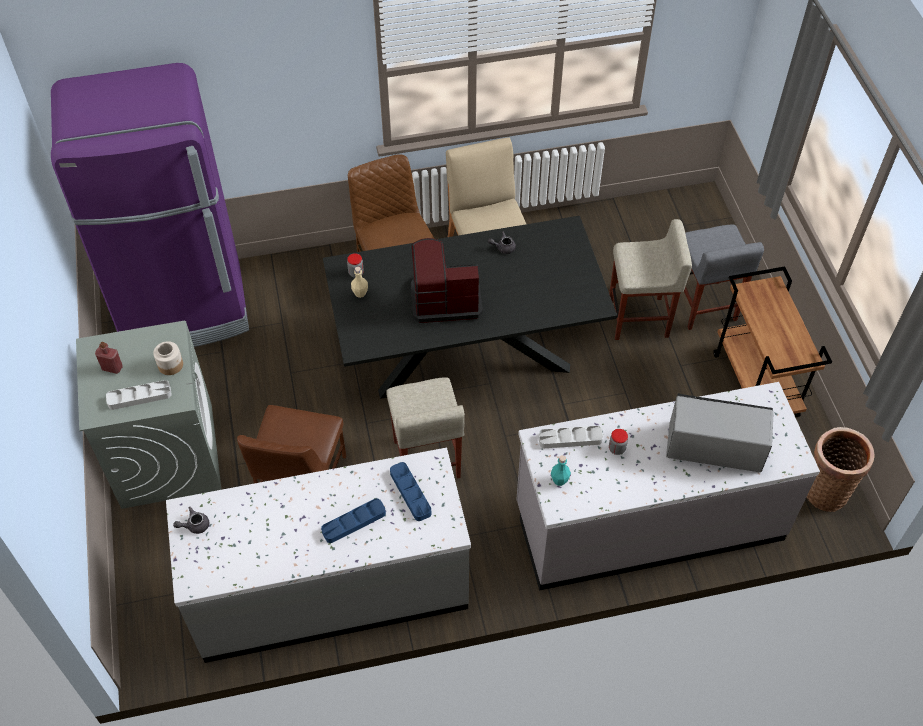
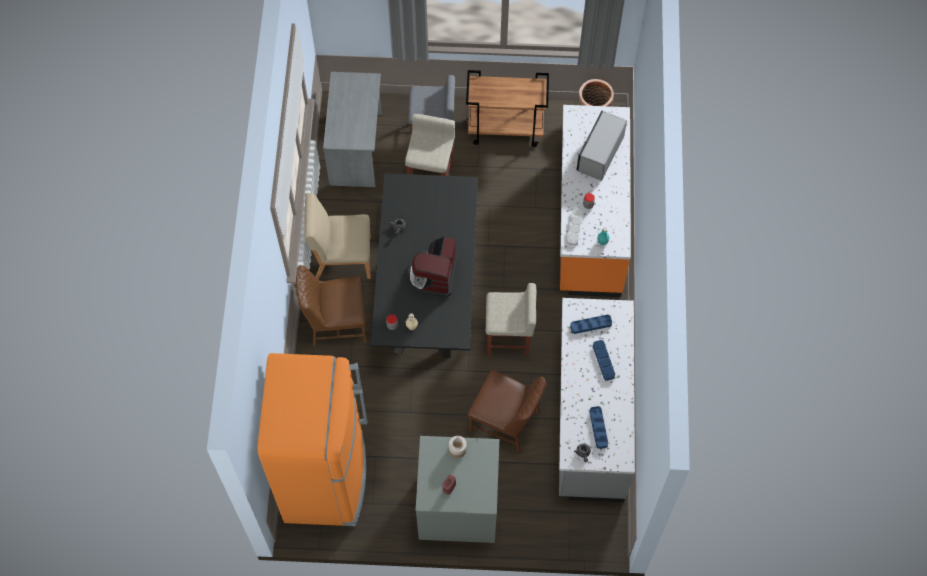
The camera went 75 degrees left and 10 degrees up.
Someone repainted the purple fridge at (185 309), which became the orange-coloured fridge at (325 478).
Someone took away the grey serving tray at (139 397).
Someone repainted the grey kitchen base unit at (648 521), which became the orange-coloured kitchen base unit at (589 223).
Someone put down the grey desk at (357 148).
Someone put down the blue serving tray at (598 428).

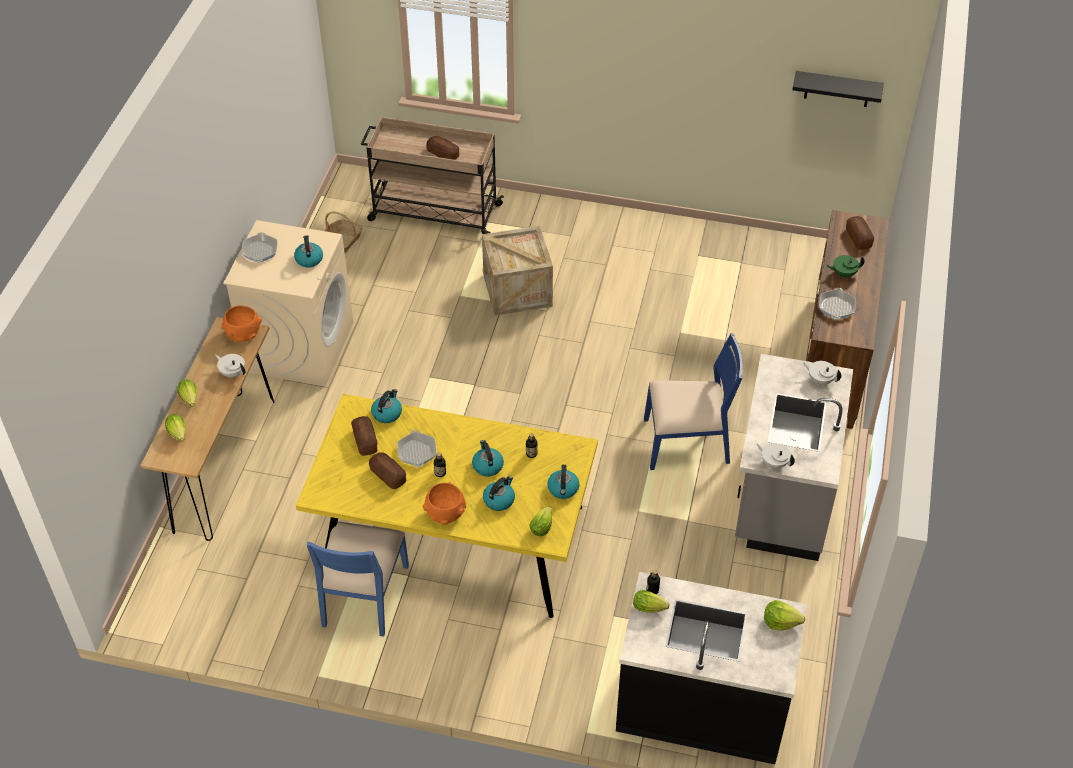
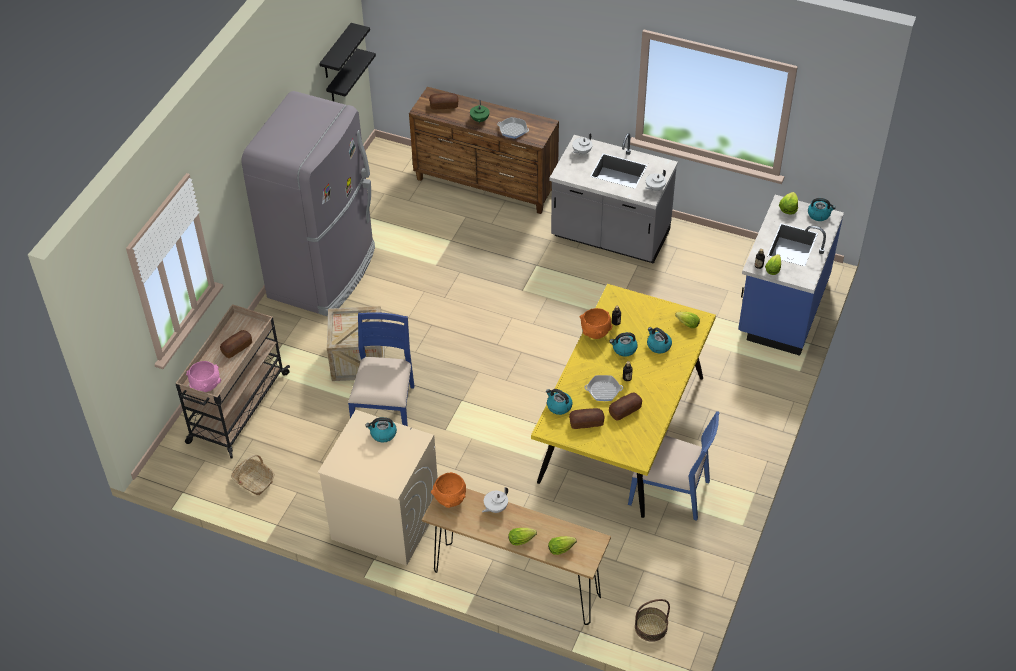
The camera went 80 degrees left and 0 degrees up.
Someone took away the skillet at (260 251).
Someone carried the orange-coloured serving bowl from (445 514) to (595 332).
Someone carried the kettle from (563 489) to (819 214).
Someone repainted the blackish kitchen base unit at (702 705), which became the blue kitchen base unit at (781 307).
Someone carried the blue chair from (687 442) to (385 409).
Someone put down the pinkish serving bowl at (206 385).
Someone put down the grey fridge at (324 272).
Someone put up the blackish wall shelf at (342 78).
Someone put down the household basket at (651 627).

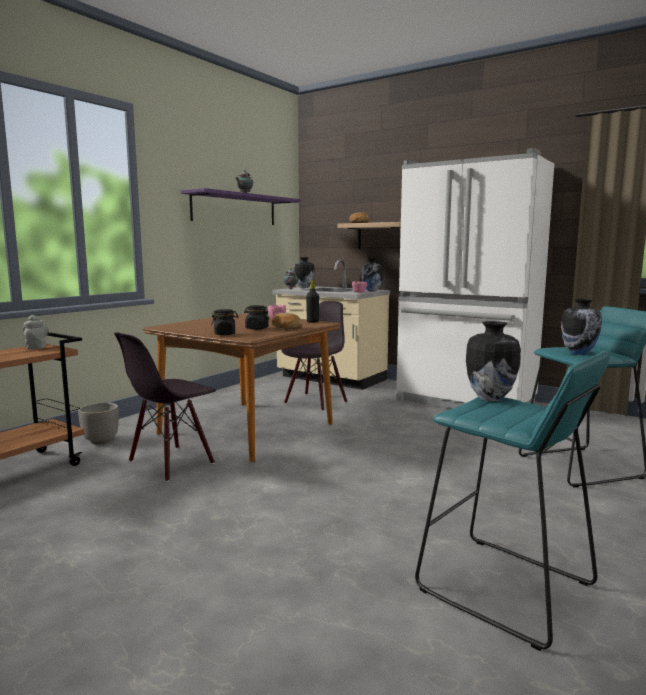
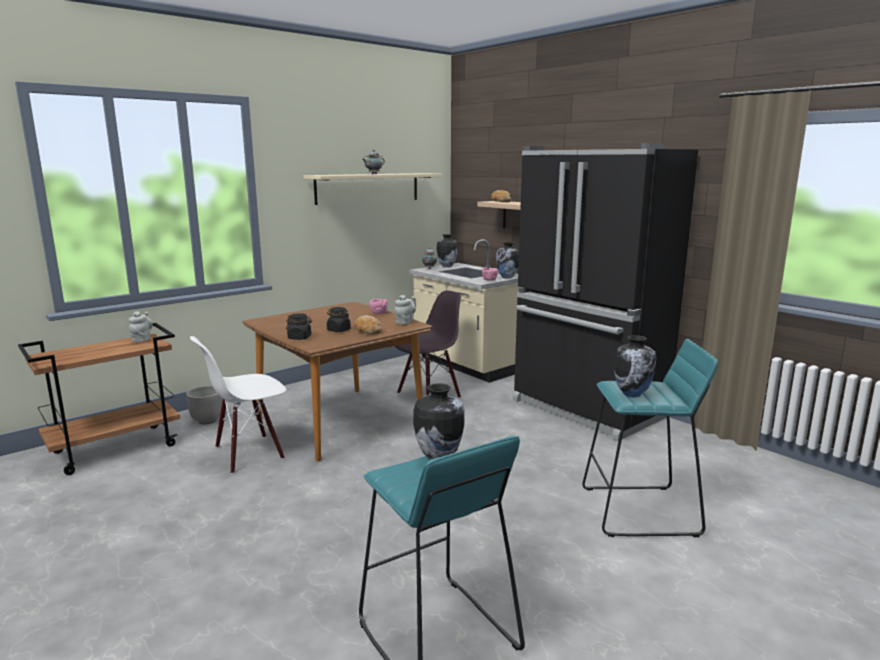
The camera went 15 degrees right and 5 degrees up.
Someone repainted the blackish chair at (171 463), which became the white chair at (248 453).
Someone repainted the purple wall shelf at (235 209), which became the beige-coloured wall shelf at (368 188).
Someone swapped the blackish beverage bottle at (312 322) for the grey pot for tea at (405 322).
Someone repainted the white fridge at (465 402), which became the blackish fridge at (586 410).

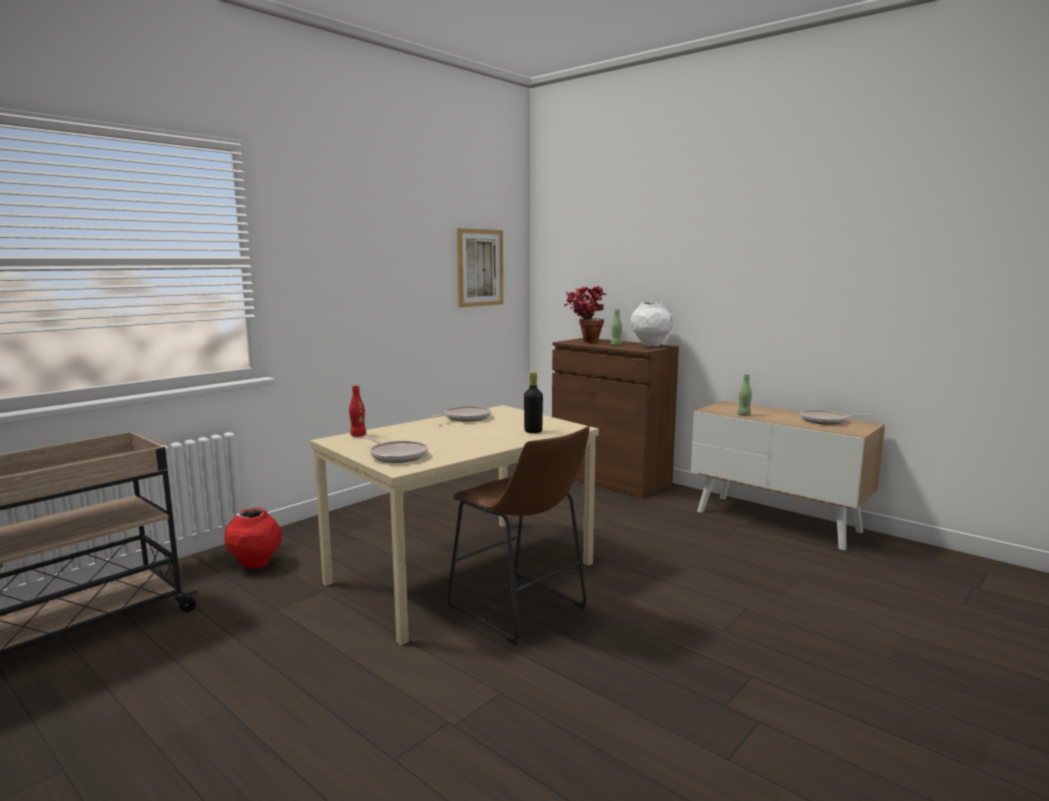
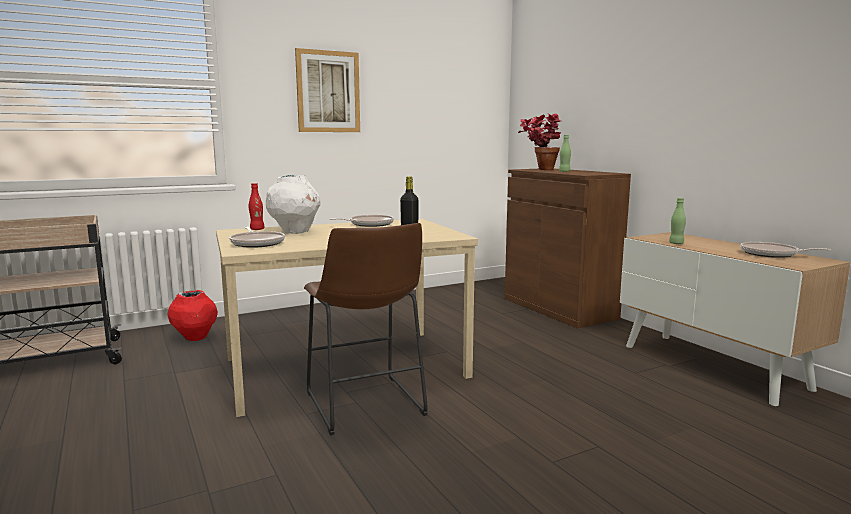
The camera went 20 degrees right and 0 degrees up.
Someone carried the picture from (480 268) to (328 92).
Someone carried the white flower vase from (650 346) to (295 232).

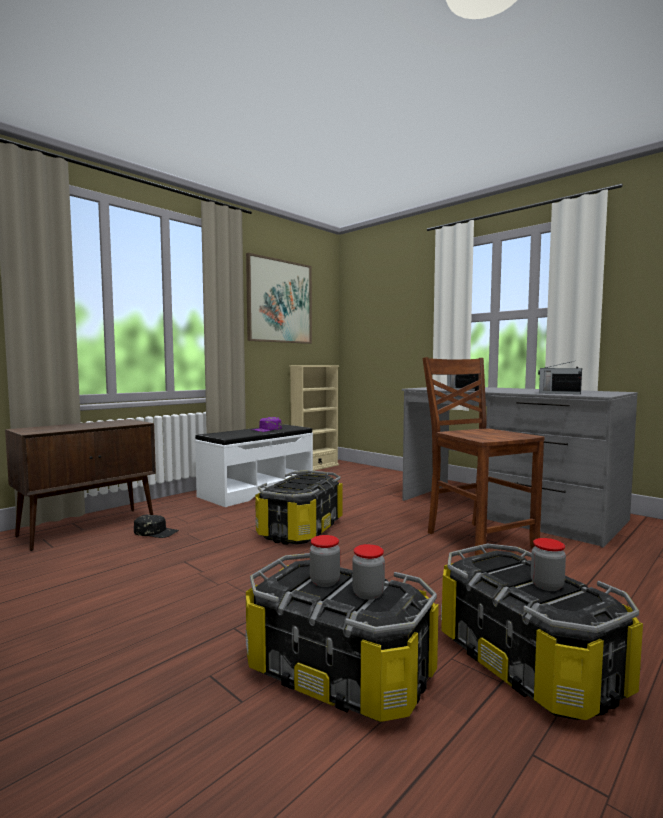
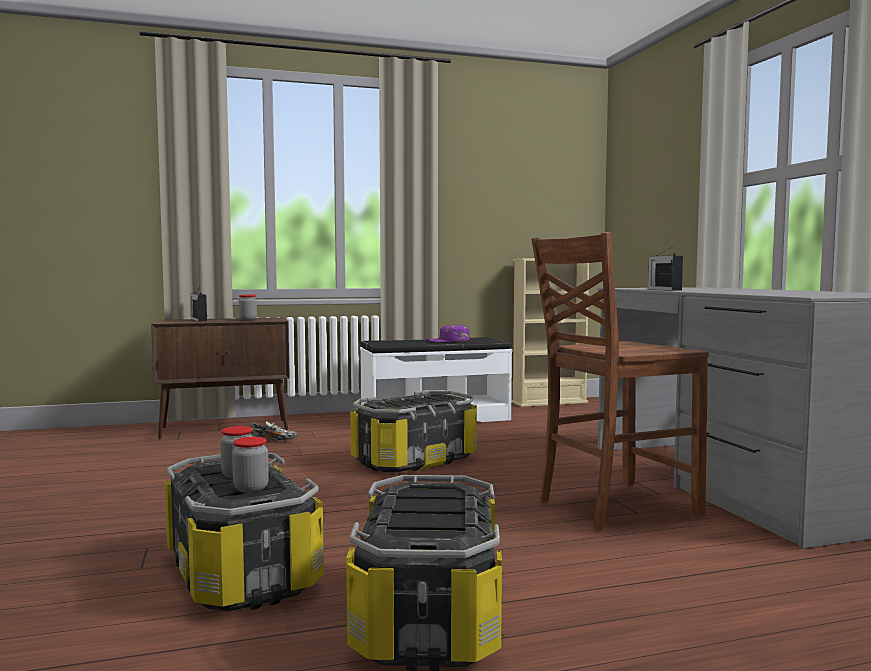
The camera went 30 degrees right and 0 degrees up.
Someone swapped the blackish peaked cap at (156 532) for the shoe at (273 441).
Someone took away the picture at (279 301).
Someone rotated the brownish chair at (477 540) by 120 degrees counterclockwise.
Someone carried the preserve jar from (547 585) to (248 320).
Someone carried the radio set from (558 393) to (198 320).

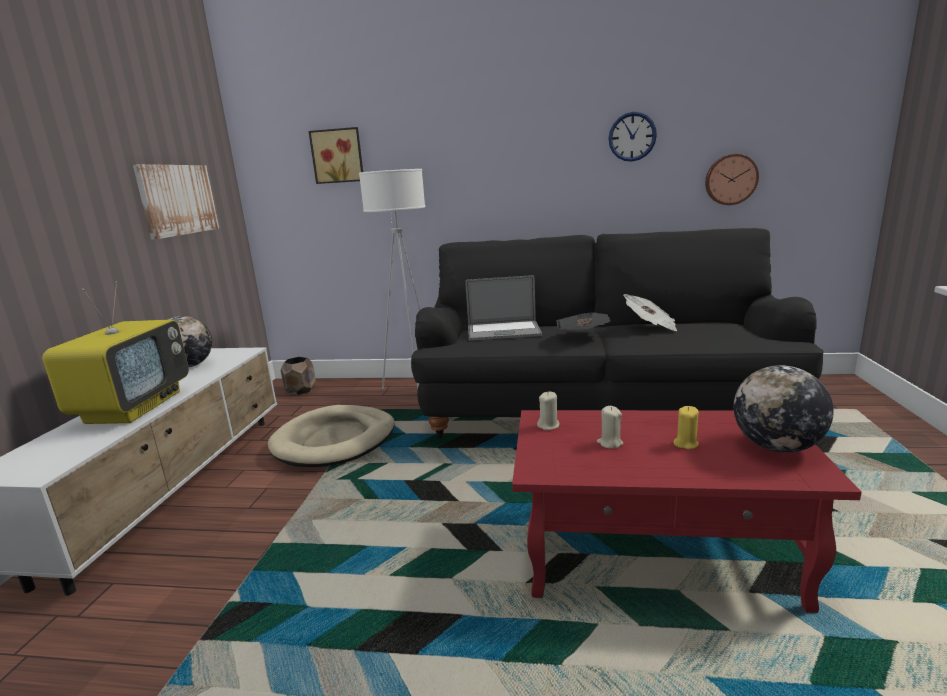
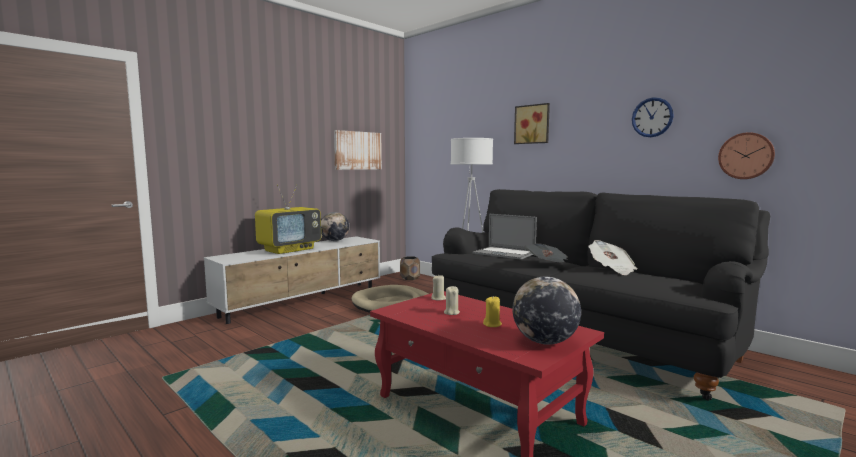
The camera went 35 degrees right and 10 degrees down.
Someone carried the picture from (338 156) to (532 124).

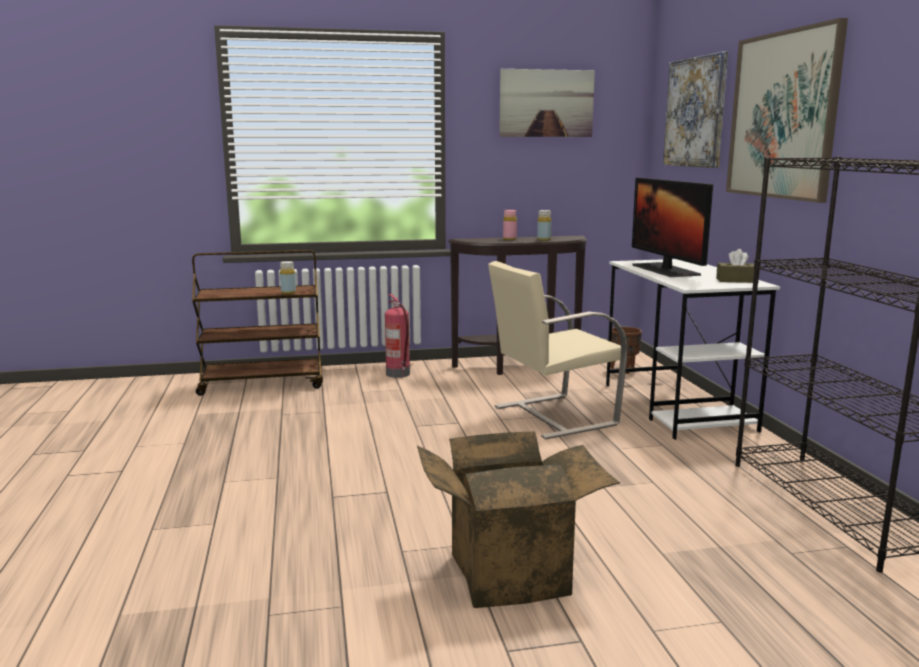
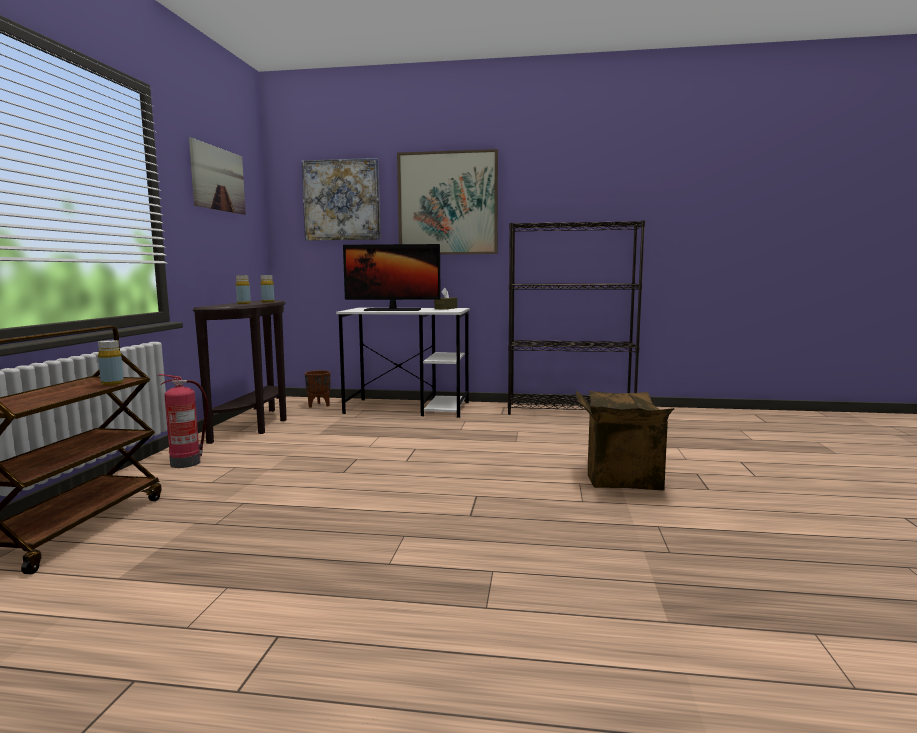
The camera went 70 degrees left and 5 degrees down.
Someone took away the beige-coloured chair at (552 415).
Someone repainted the pinkish beverage bottle at (509 239), which became the yellow beverage bottle at (243 303).

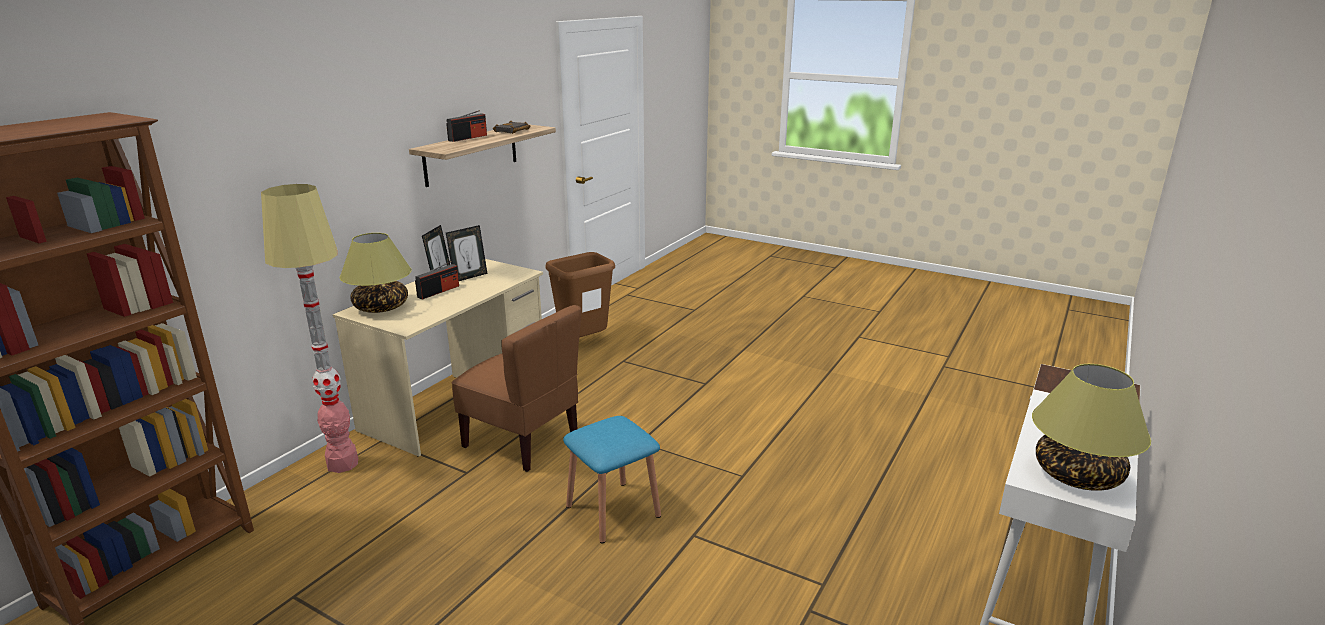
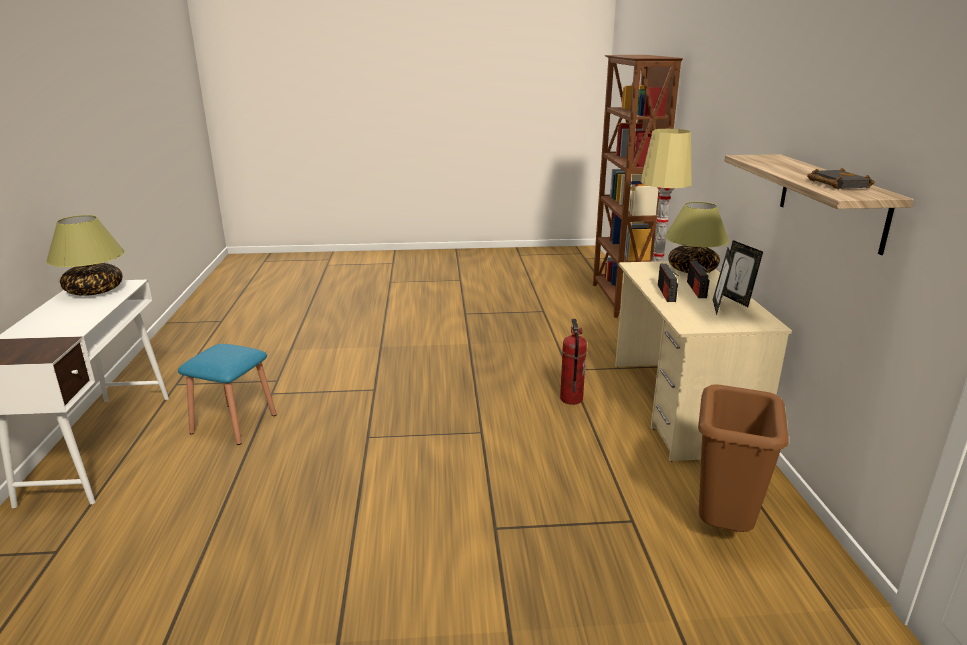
The camera went 145 degrees right and 0 degrees up.
Someone carried the radio set from (468 138) to (666 293).
Someone swapped the brownish chair at (522 441) for the fire-fighting cylinder at (570 399).
Someone carried the blue stool from (613 511) to (234 423).

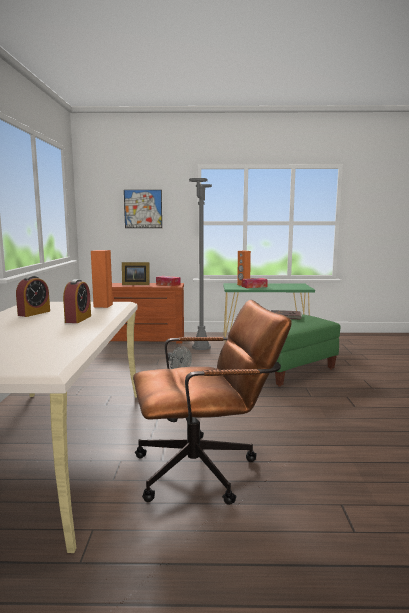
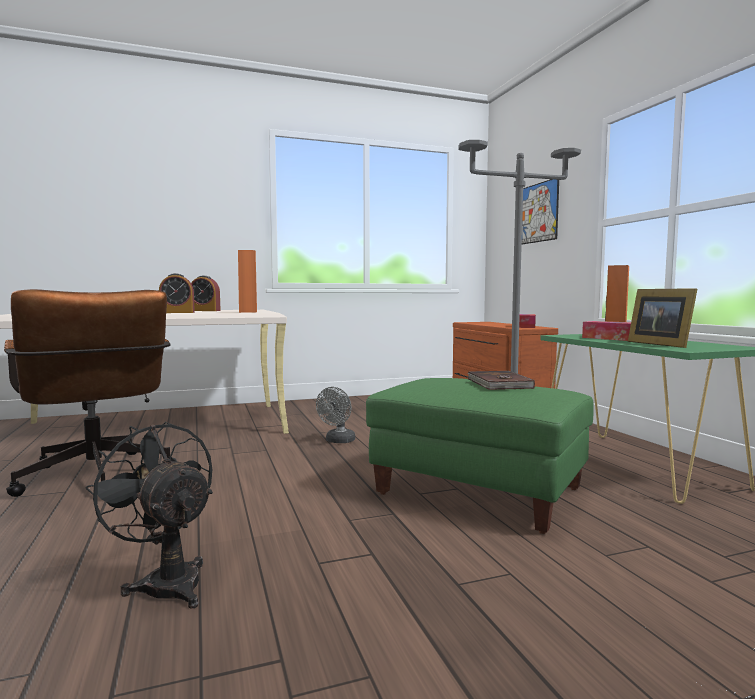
The camera went 70 degrees right and 5 degrees down.
Someone carried the standing frame from (135 284) to (659 344).
Someone put down the blackish electric fan at (166 581).

